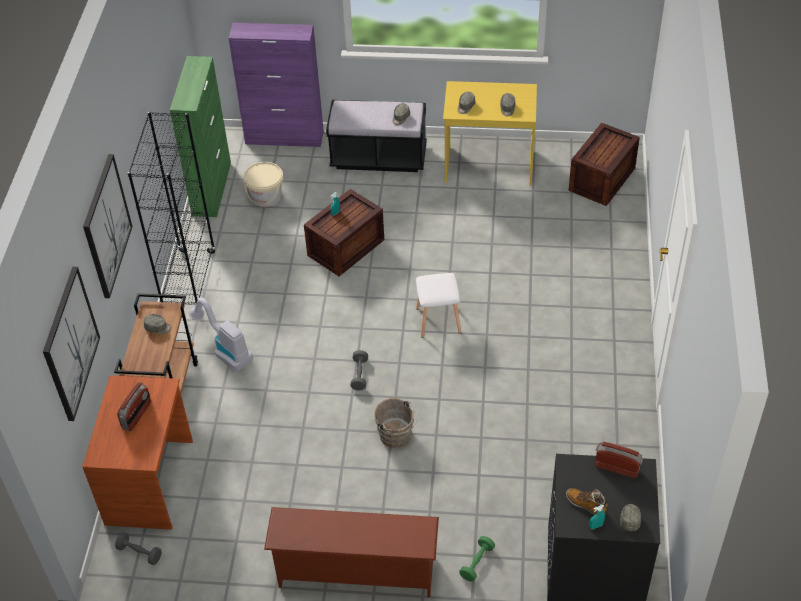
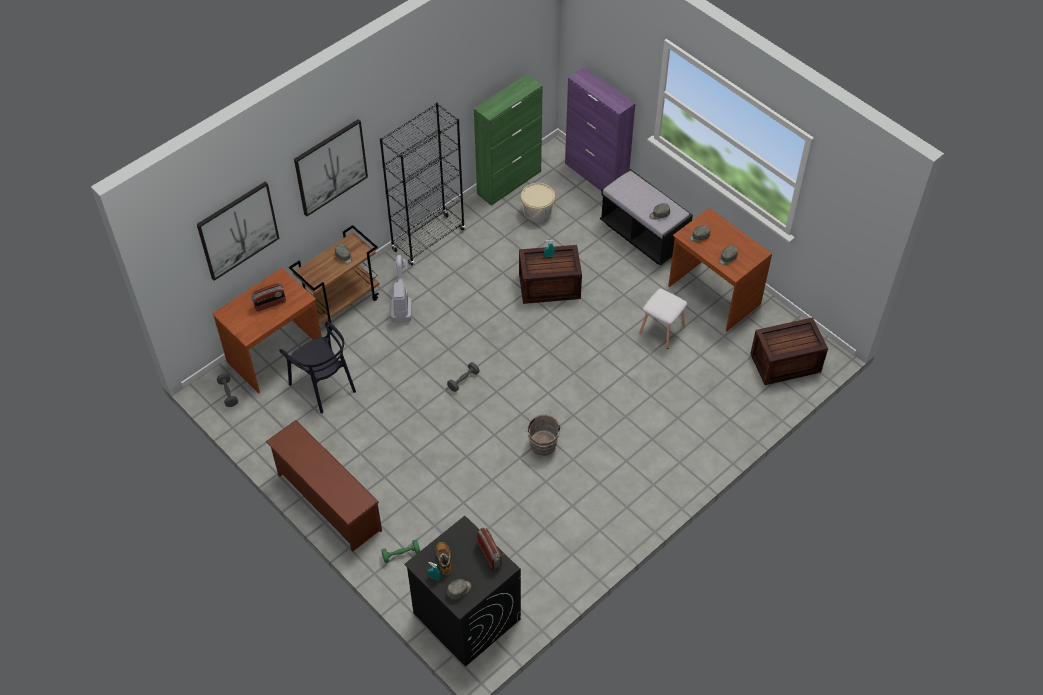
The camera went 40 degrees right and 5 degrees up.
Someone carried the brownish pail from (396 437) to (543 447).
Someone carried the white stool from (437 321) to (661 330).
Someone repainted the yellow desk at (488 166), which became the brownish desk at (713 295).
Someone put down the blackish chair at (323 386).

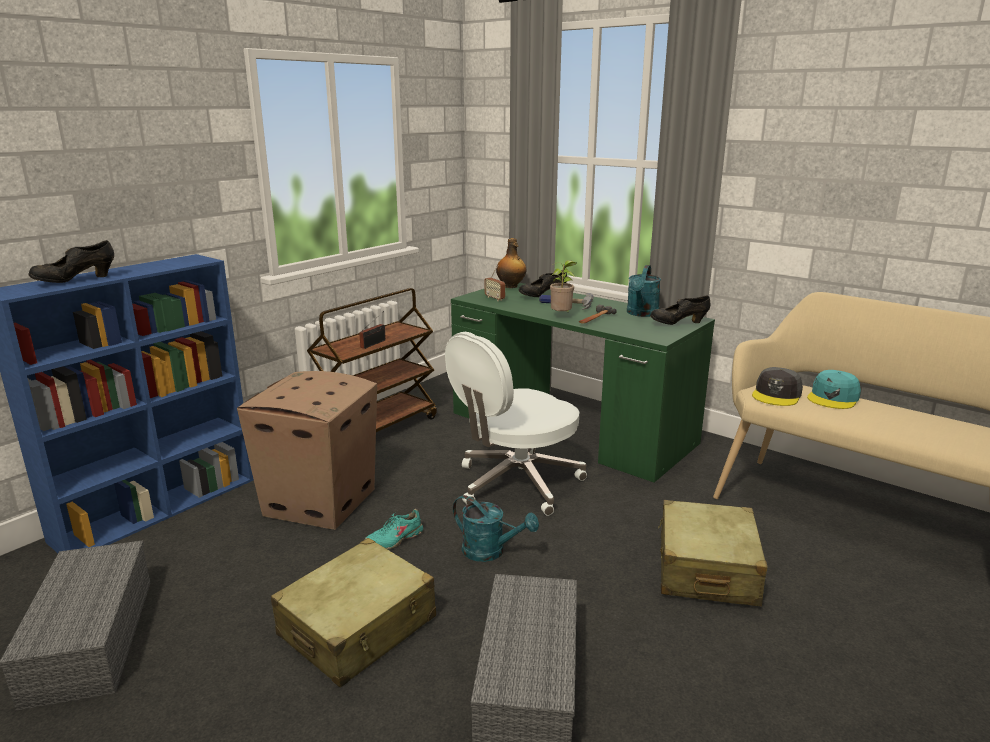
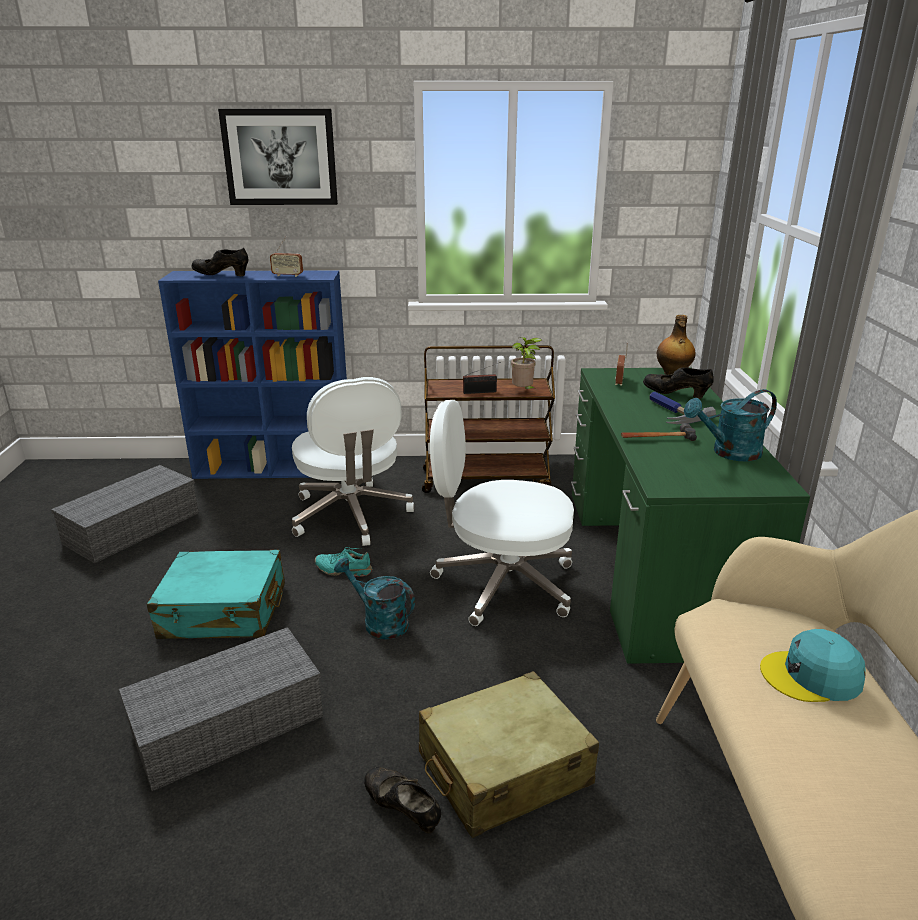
The camera went 50 degrees right and 5 degrees up.
Someone swapped the carton at (319 503) for the white office chair at (351 515).
Someone repainted the beige-coloured piece of luggage at (358 627), which became the turquoise piece of luggage at (224 611).
Someone rotated the turquoise watering pot at (490 552) by 135 degrees clockwise.
Someone carried the plant in a pot from (562 316) to (523 391).
Someone carried the blackish shoe from (678 323) to (402 811).
Someone took away the grey peaked cap at (777 395).
Someone put up the picture at (280 157).
Someone put down the radio set at (287 275).

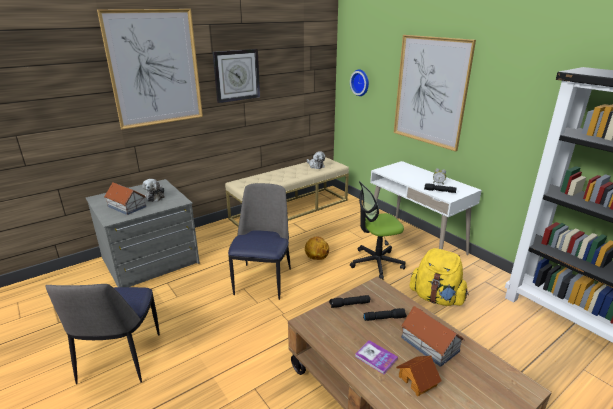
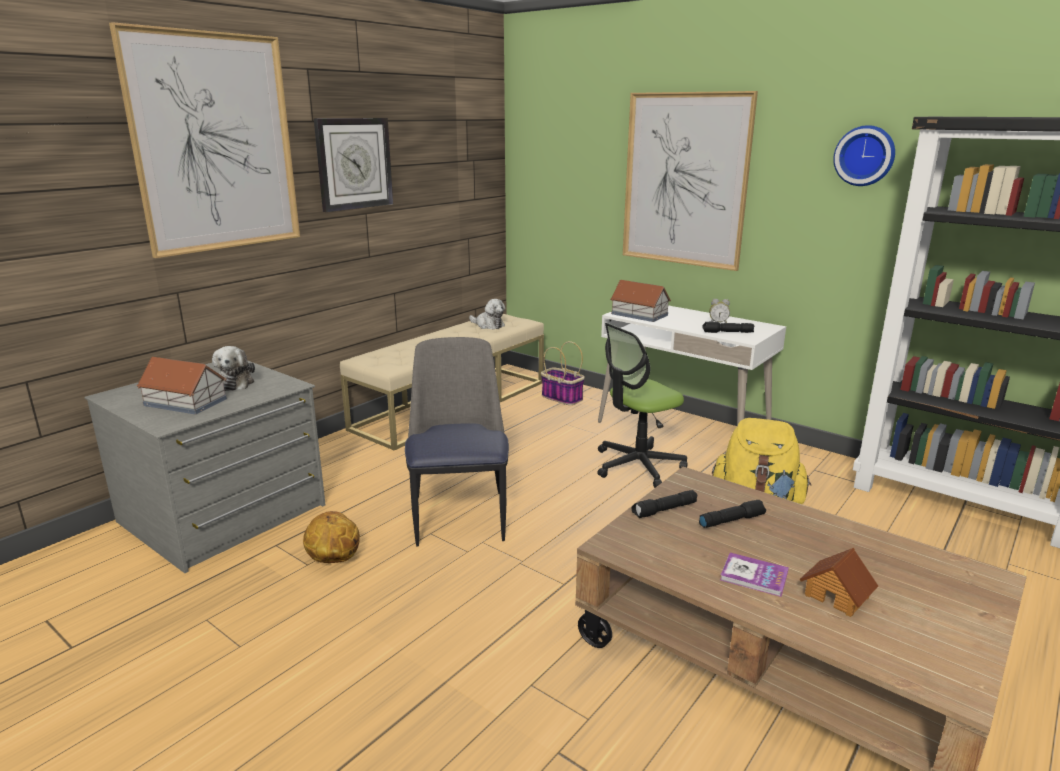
The camera went 15 degrees left and 5 degrees down.
Someone took away the chair at (120 360).
Someone carried the basketball ball from (316 258) to (333 560).
Someone carried the hanging clock from (361 82) to (865 155).
Someone carried the miniature house from (429 343) to (639 314).
Someone put down the household basket at (561 398).

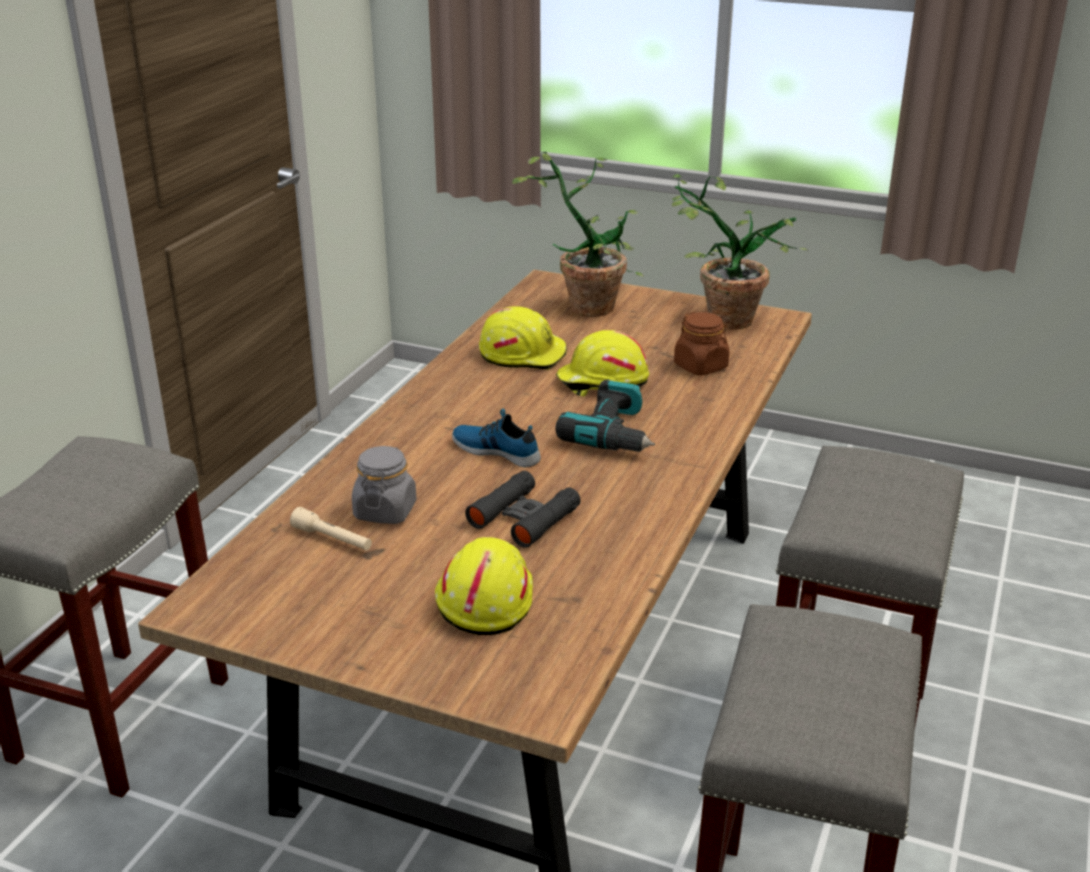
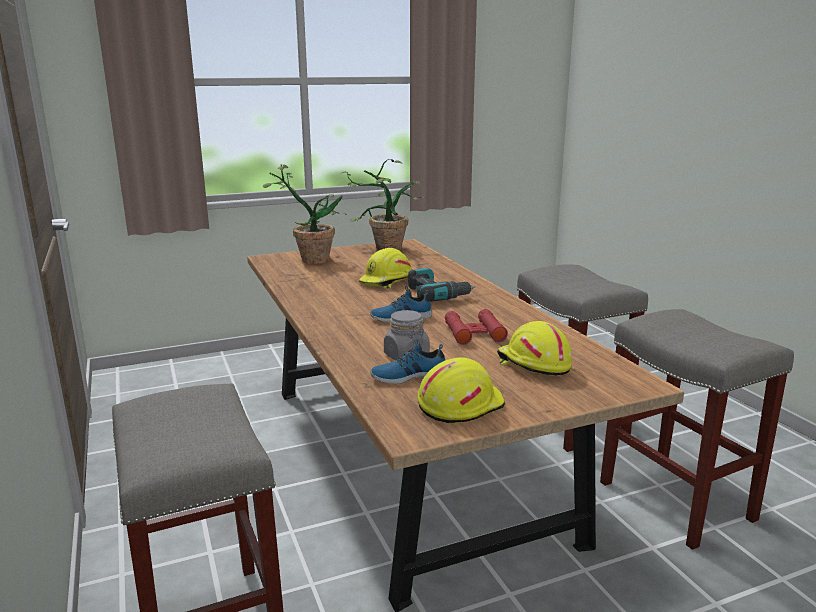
The camera went 45 degrees left and 10 degrees down.
Someone swapped the beige-coloured hand torch at (332 539) for the shoe at (409 376).
Someone repainted the blackish pair of binoculars at (524 517), which became the red-coloured pair of binoculars at (474 333).
Someone carried the yellow work helmet from (523 354) to (459 404).
Someone took away the brownish preserve jar at (701 366).

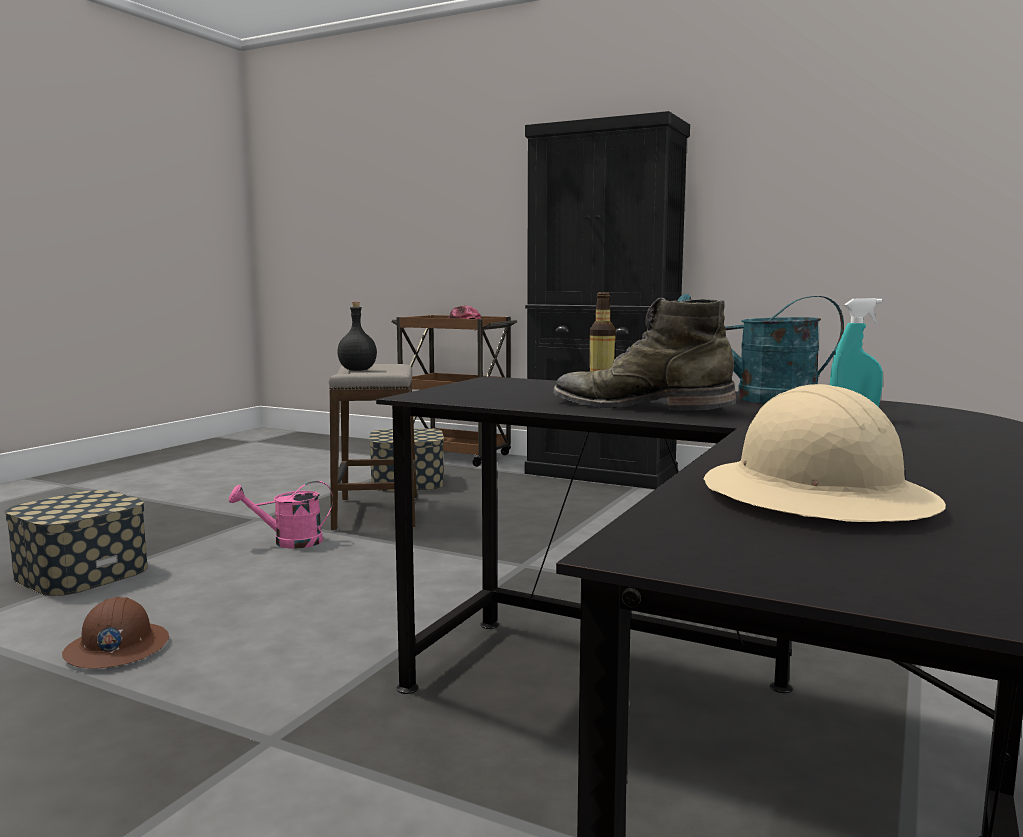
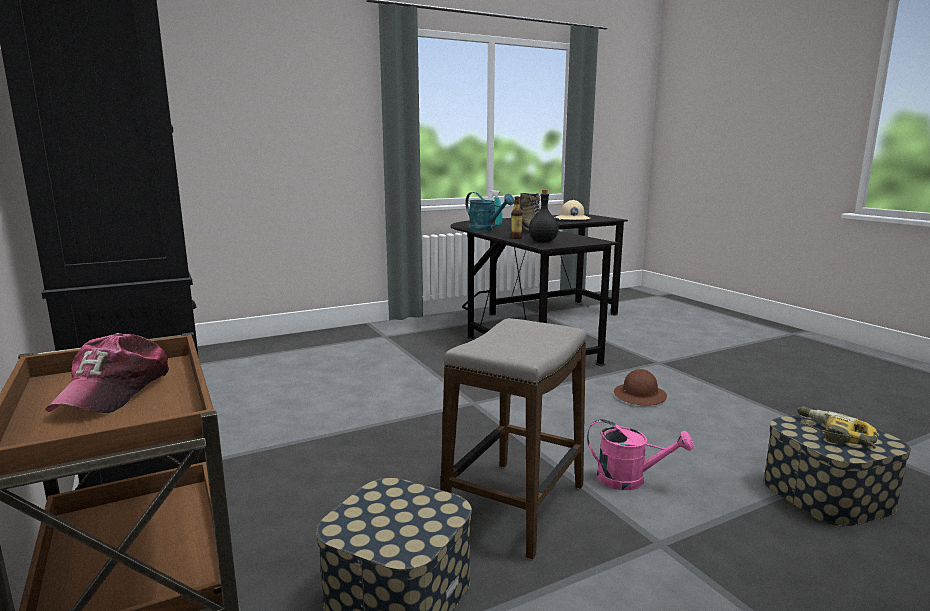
The camera went 145 degrees left and 5 degrees up.
Someone carried the brownish work helmet from (116 648) to (640 396).
Someone carried the blackish beverage bottle from (358 370) to (542 242).
Someone put down the power drill at (832 435).

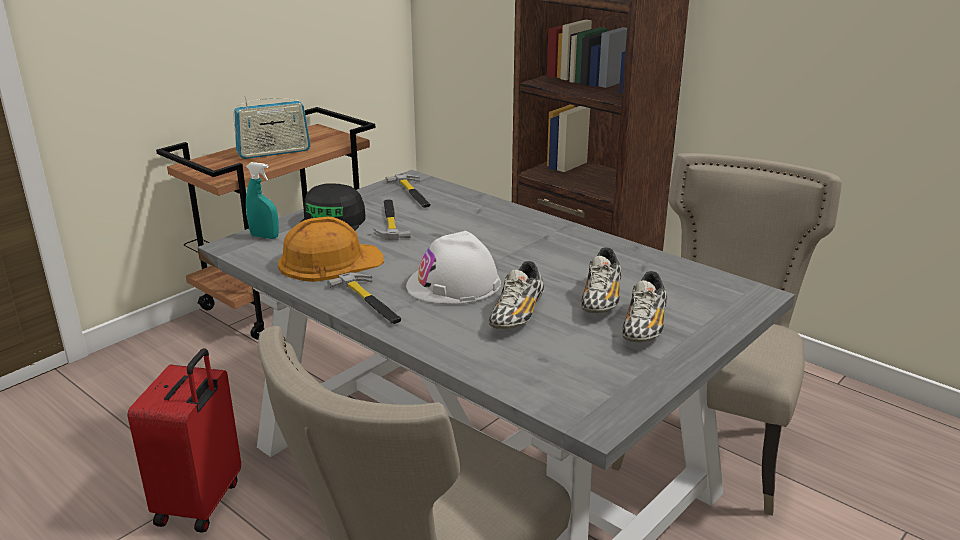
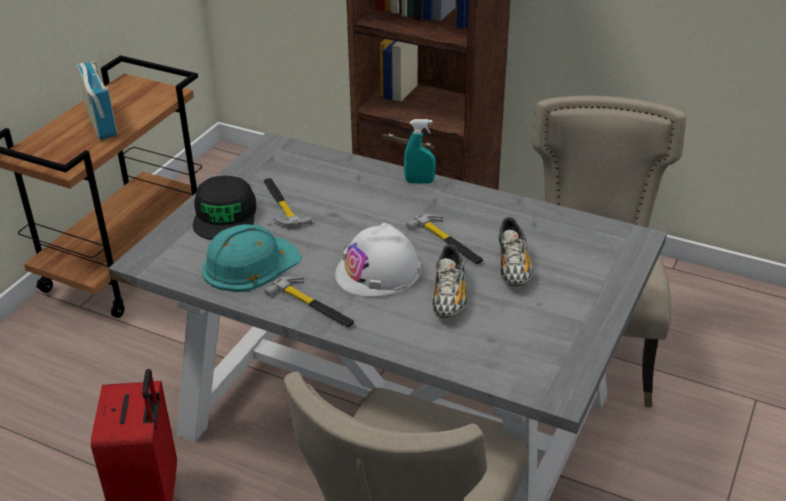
The camera went 15 degrees left and 10 degrees up.
Someone rotated the radio set at (274 152) by 75 degrees counterclockwise.
Someone carried the turquoise spray bottle from (264 236) to (419 182).
Someone repainted the orange-coloured work helmet at (329 261), which became the turquoise work helmet at (249 264).
Someone carried the hand hammer from (413 194) to (448 242).
Someone took away the shoe at (644 327).

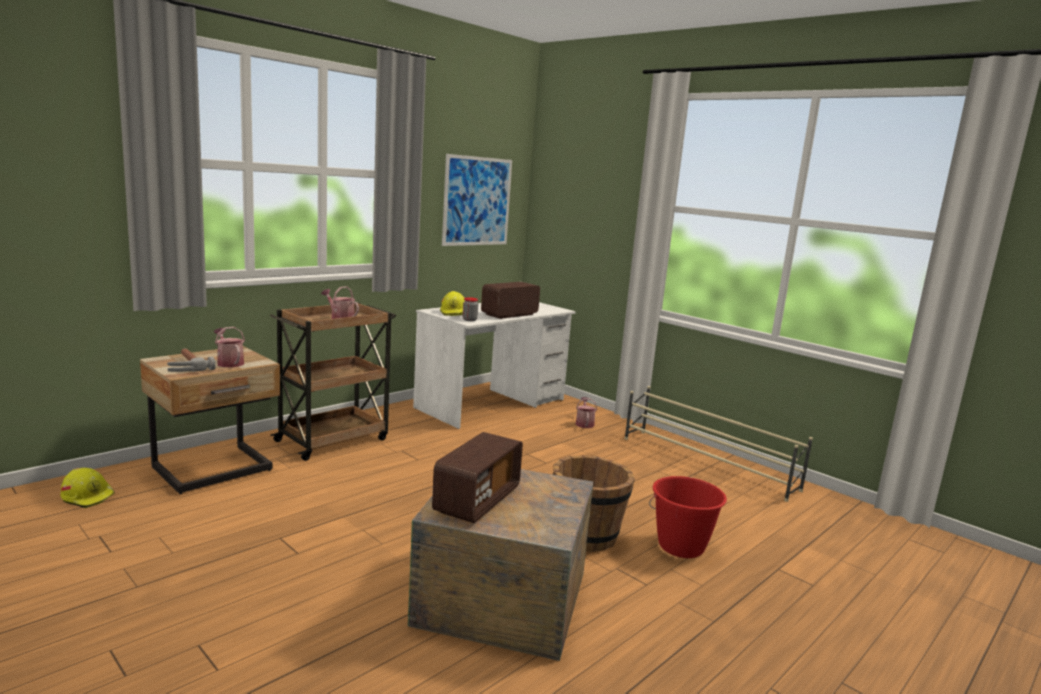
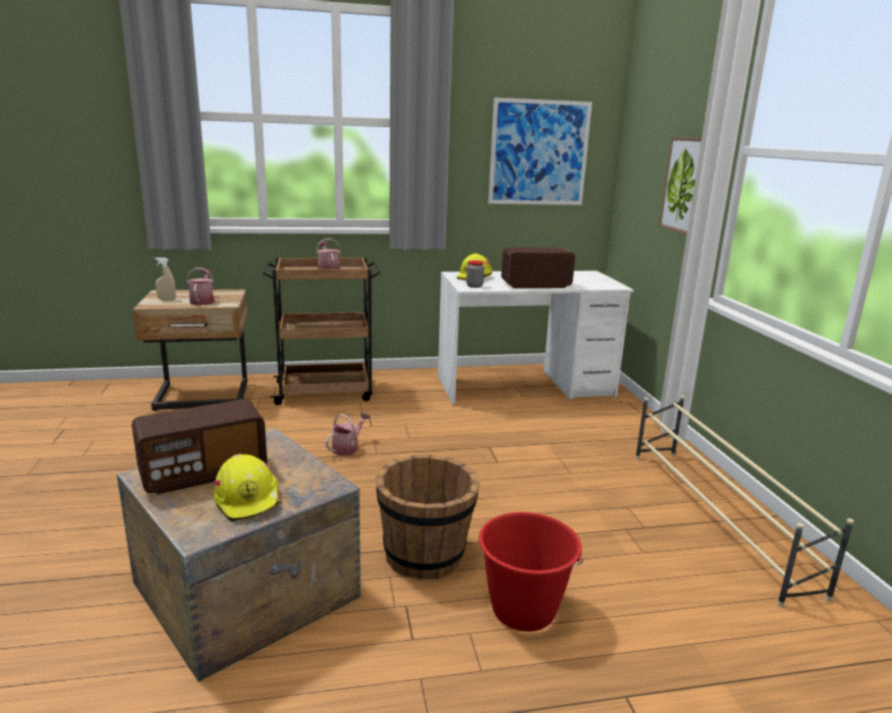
The camera went 35 degrees right and 5 degrees up.
Someone carried the yellow work helmet from (88 496) to (249 500).
Someone swapped the hand hammer at (185 366) for the beige-coloured spray bottle at (166 299).
Someone carried the watering pot from (584 423) to (347 448).
Someone put up the picture at (685 185).

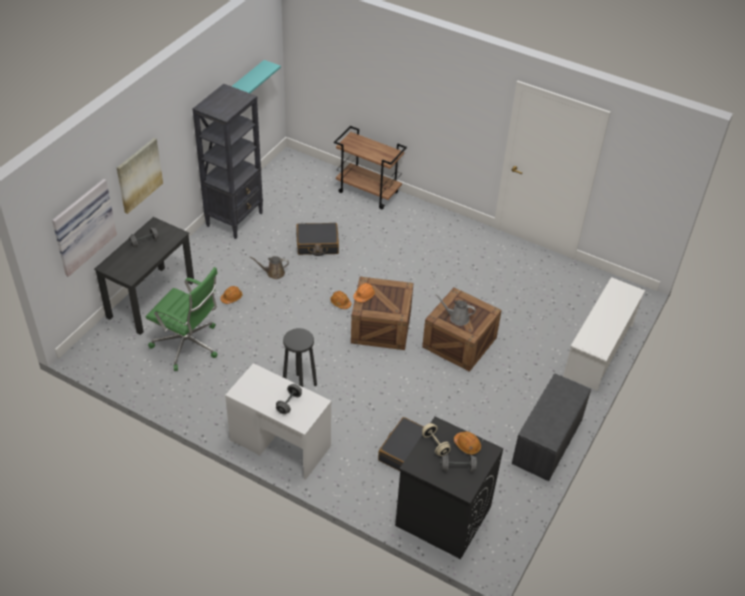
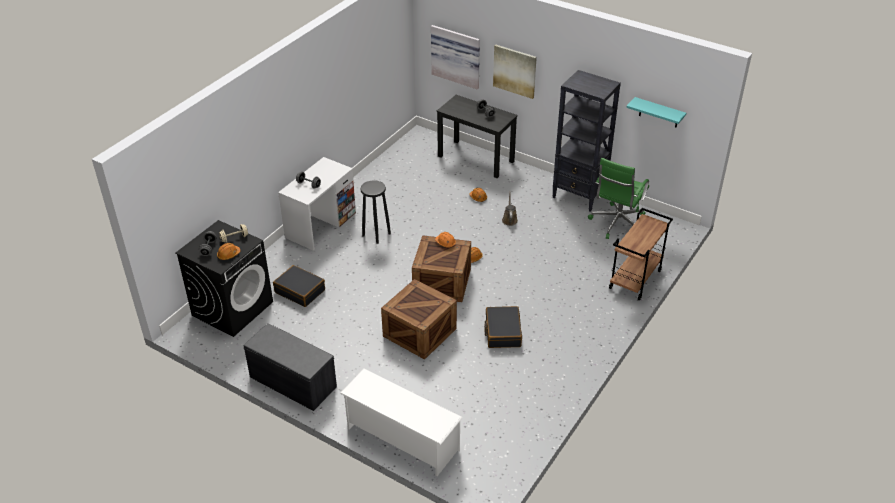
The camera went 95 degrees right and 5 degrees down.
Someone carried the green office chair from (188 345) to (617 223).
Someone carried the blackish piece of luggage from (317 244) to (502 332).
Someone took away the grey watering pot at (457 318).

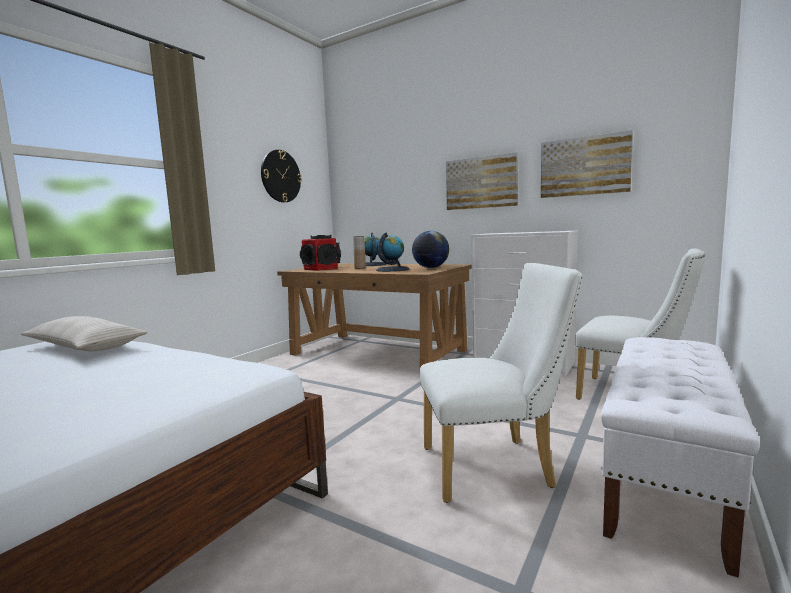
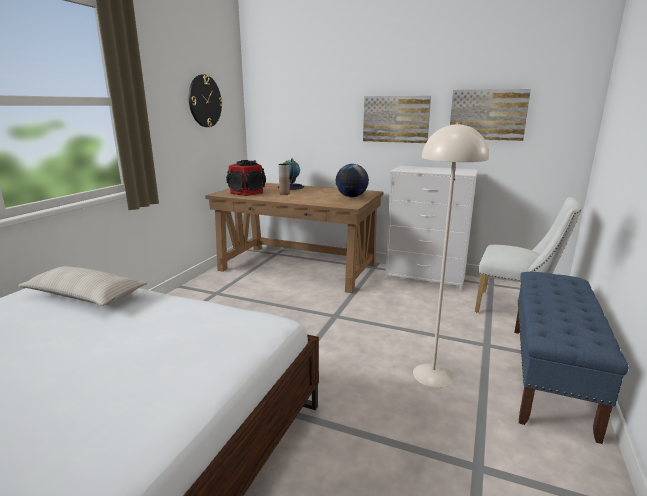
The camera went 10 degrees left and 10 degrees up.
Someone took away the globe at (392 269).
Someone swapped the white chair at (495 467) for the beige-coloured standard lamp at (433 375).
Someone repainted the white long seat at (666 477), which became the blue long seat at (549 376).

